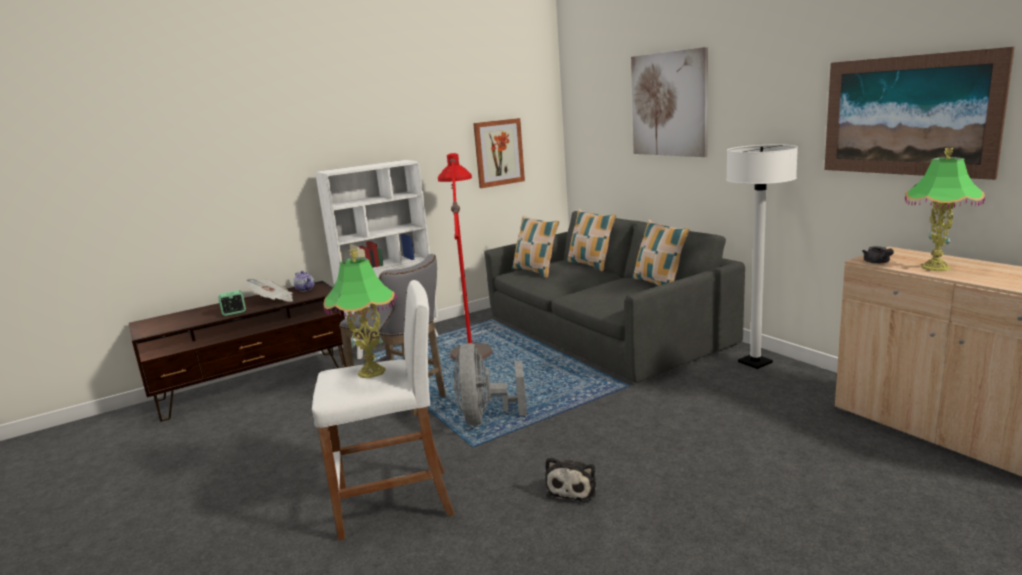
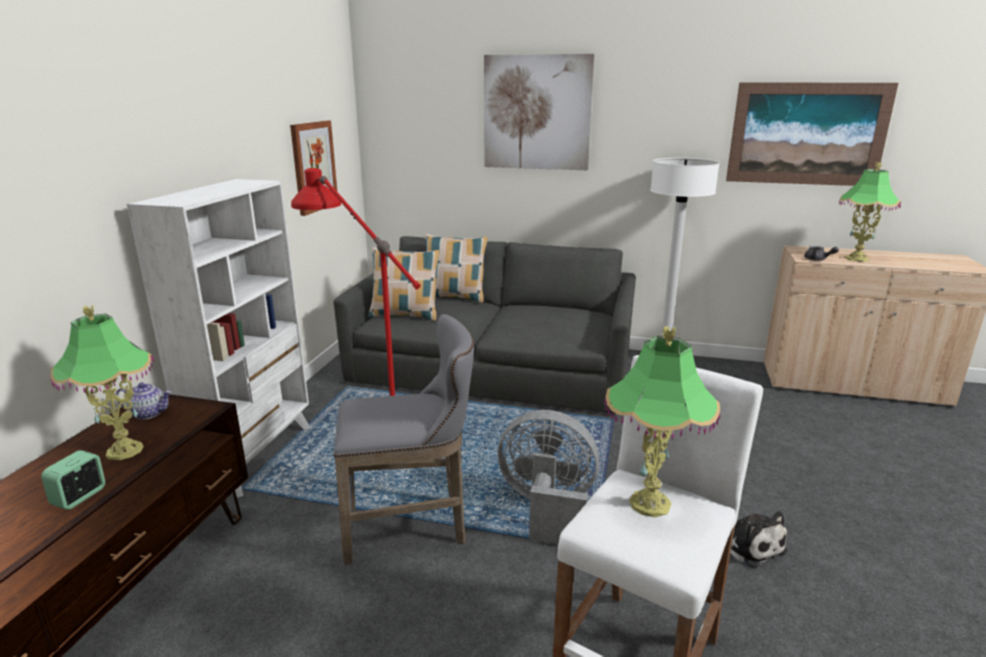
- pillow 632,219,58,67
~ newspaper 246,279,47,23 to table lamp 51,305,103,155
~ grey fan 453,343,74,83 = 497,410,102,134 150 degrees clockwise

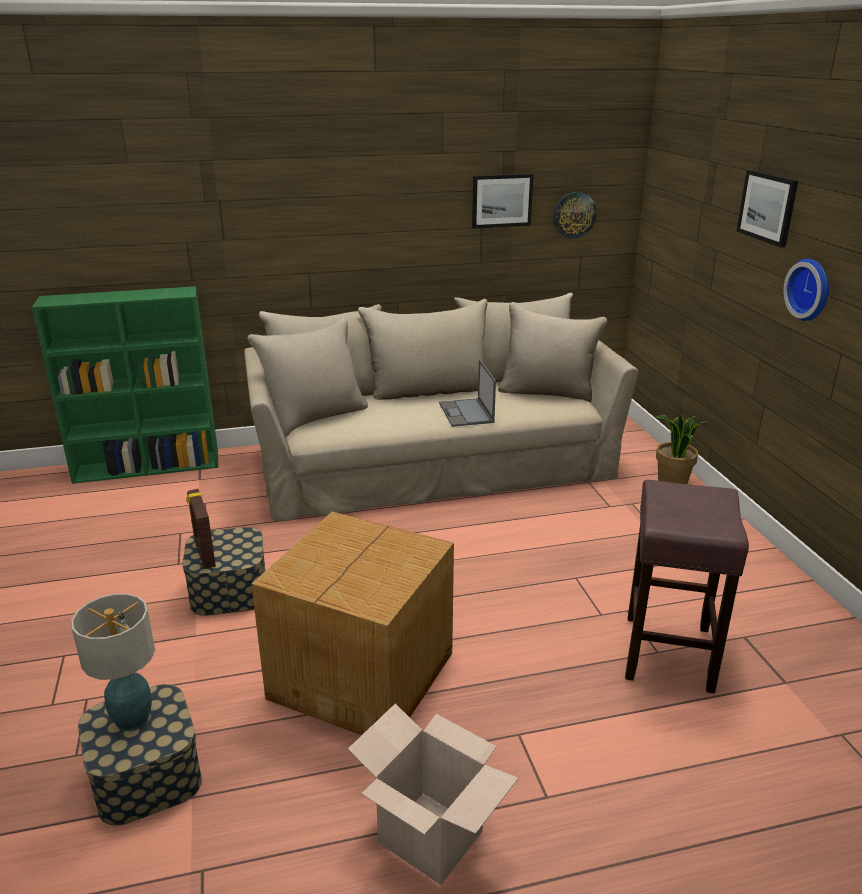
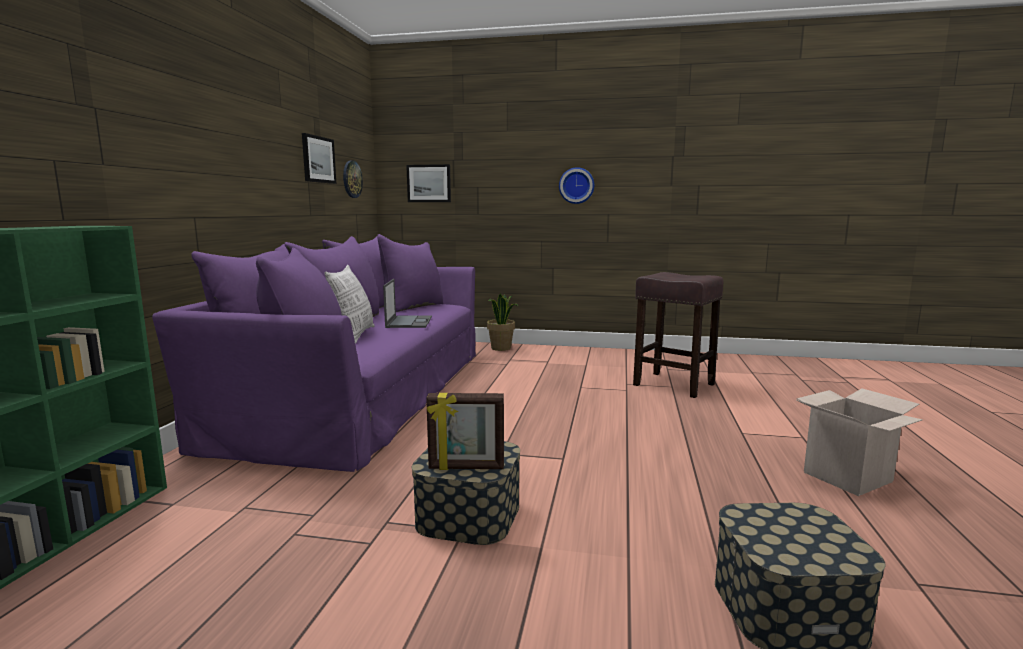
~ picture 736,170,62,77 to 406,164,45,38
~ beige sofa 244,293,394,228 to purple sofa 152,234,324,238
~ laptop 439,360,57,67 = 383,279,49,49 105 degrees counterclockwise
- cardboard box 251,512,203,223
- table lamp 71,594,84,137
+ pillow 324,265,50,79

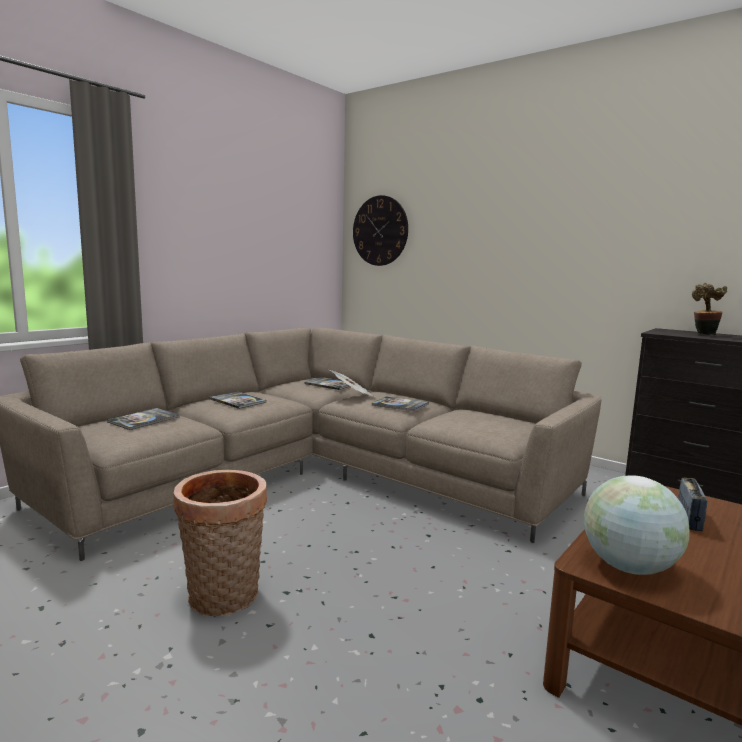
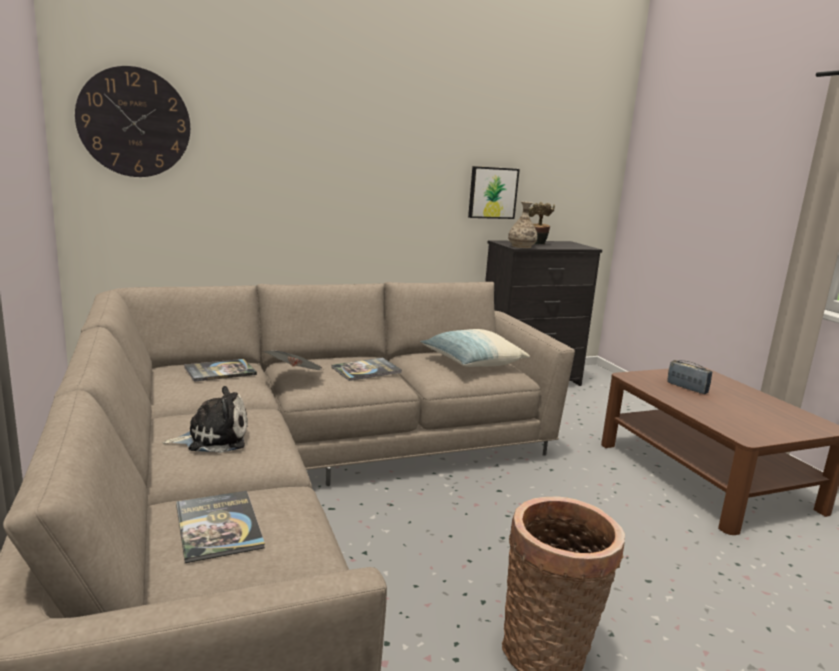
~ book 209,392,57,17 to plush toy 162,386,86,67
- globe 584,475,106,100
+ picture 468,166,52,53
+ vase 508,202,30,46
+ pillow 420,329,110,38

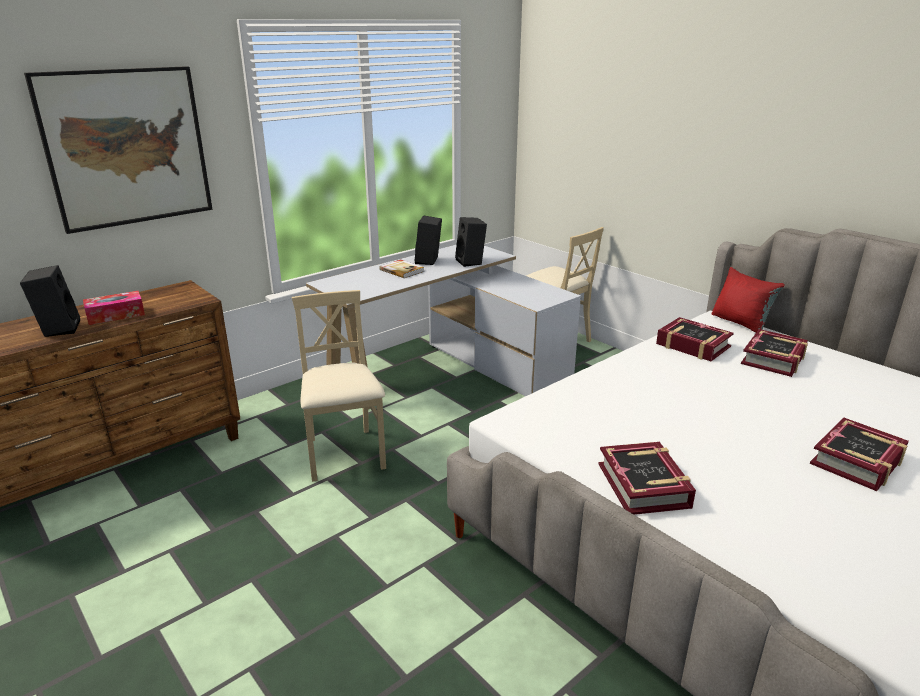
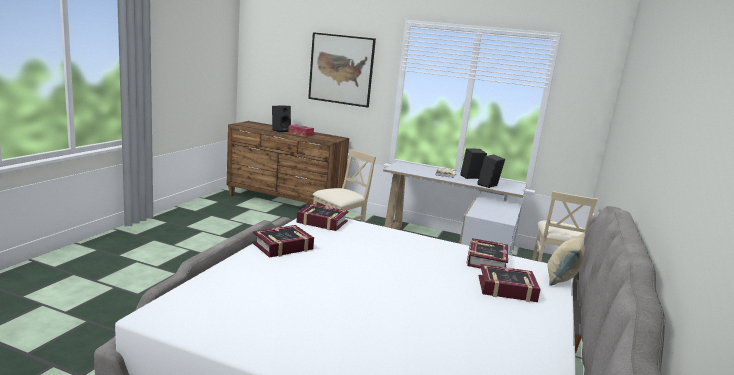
~ red pillow 711,267,74,66 to beige pillow 548,233,38,53
~ book 810,417,99,74 to 297,204,52,27

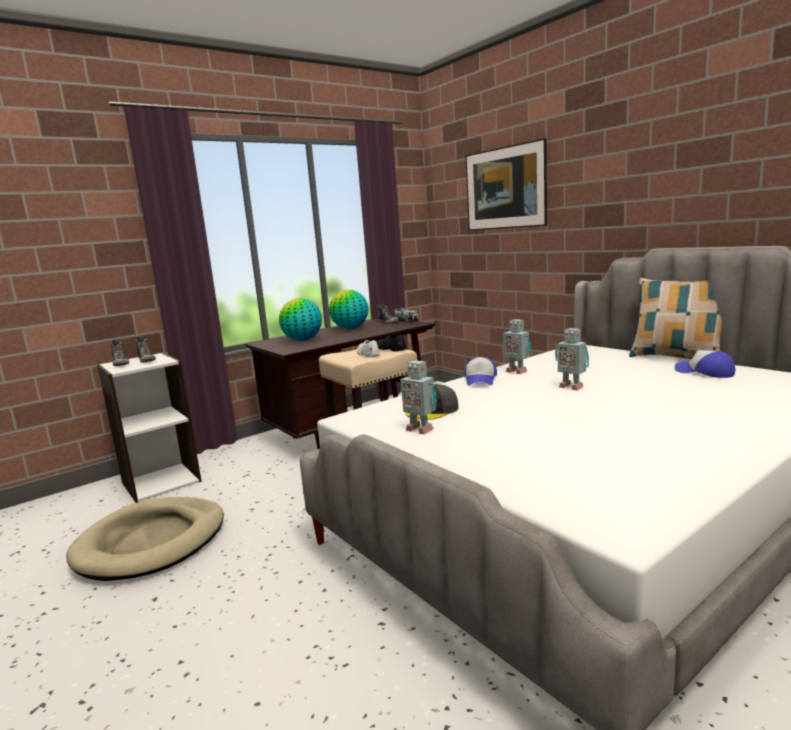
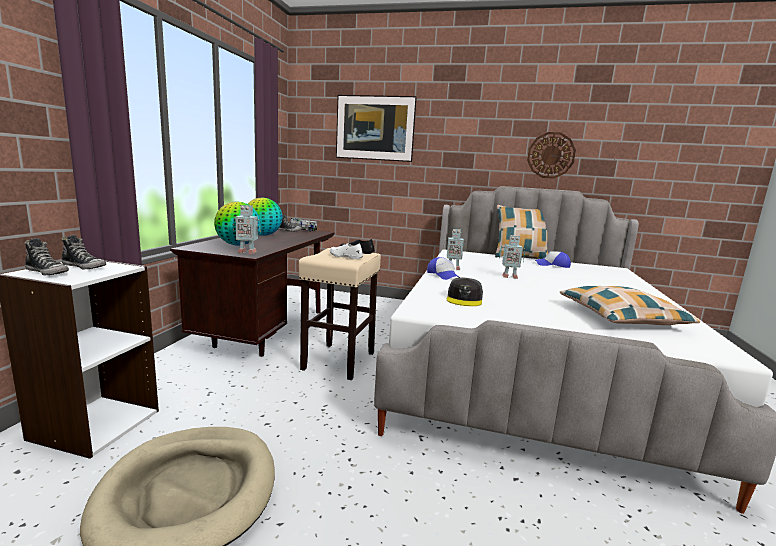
~ toy robot 400,360,37,74 to 233,205,28,49
+ wall clock 527,132,49,47
+ pillow 560,286,140,39

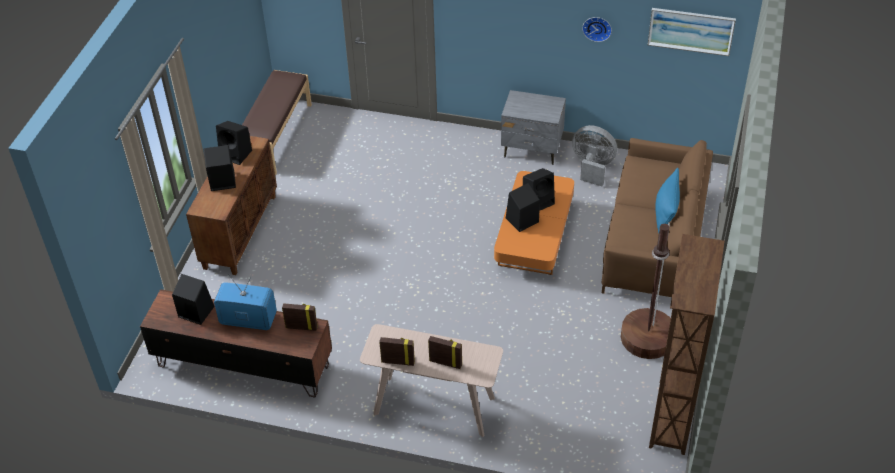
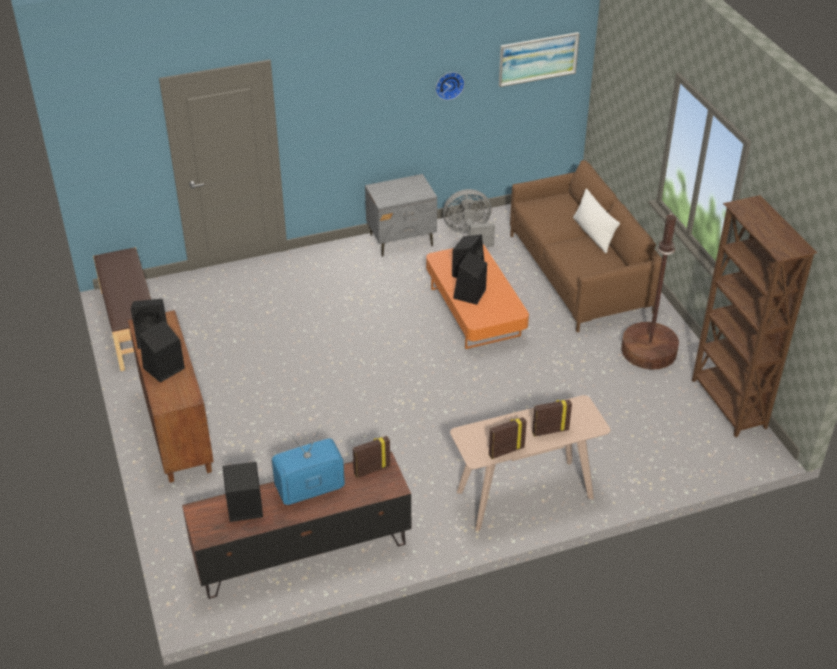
~ blue pillow 655,168,25,65 to white pillow 573,188,47,65

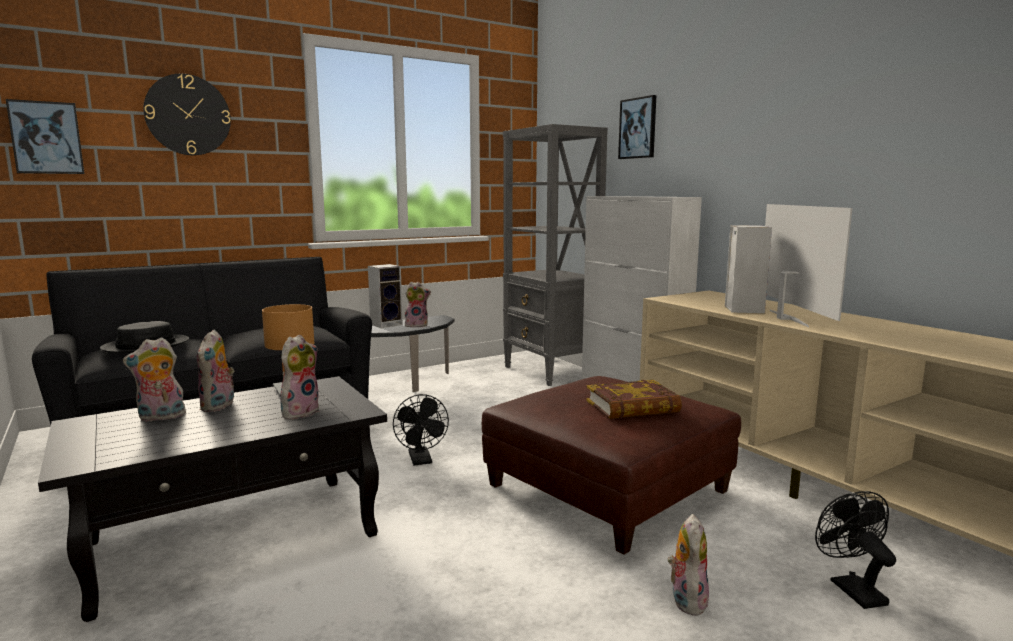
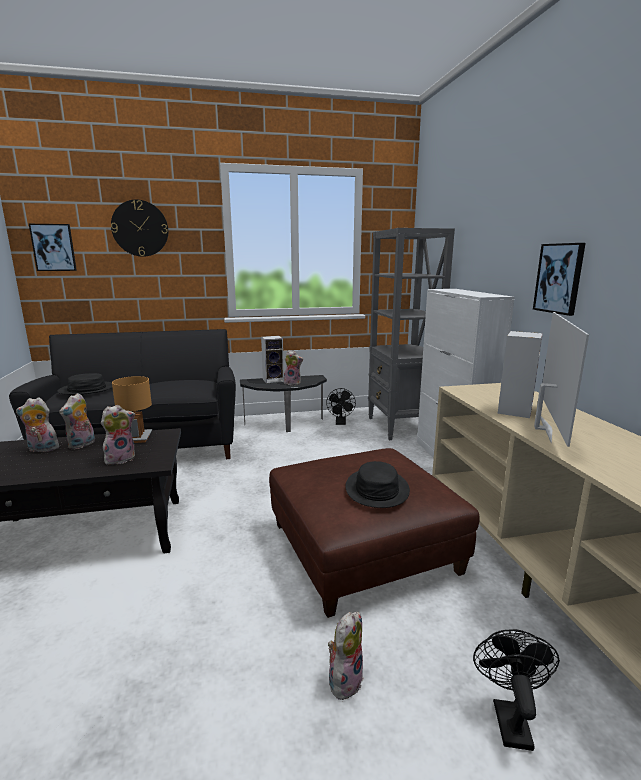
~ picture 618,95,38,64 to 533,243,53,73
~ book 586,380,96,39 to black hat 346,461,64,47
~ black fan 393,394,56,72 to 326,388,30,37

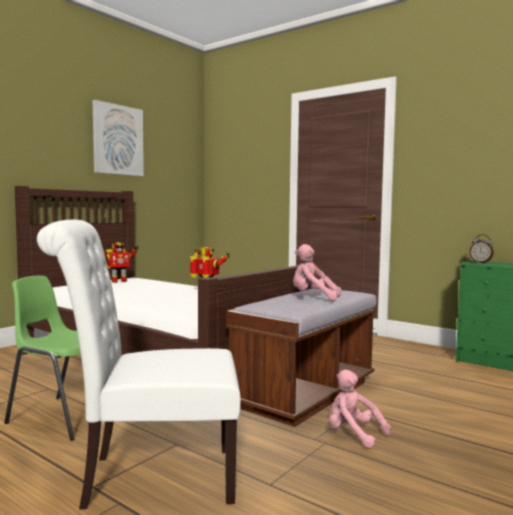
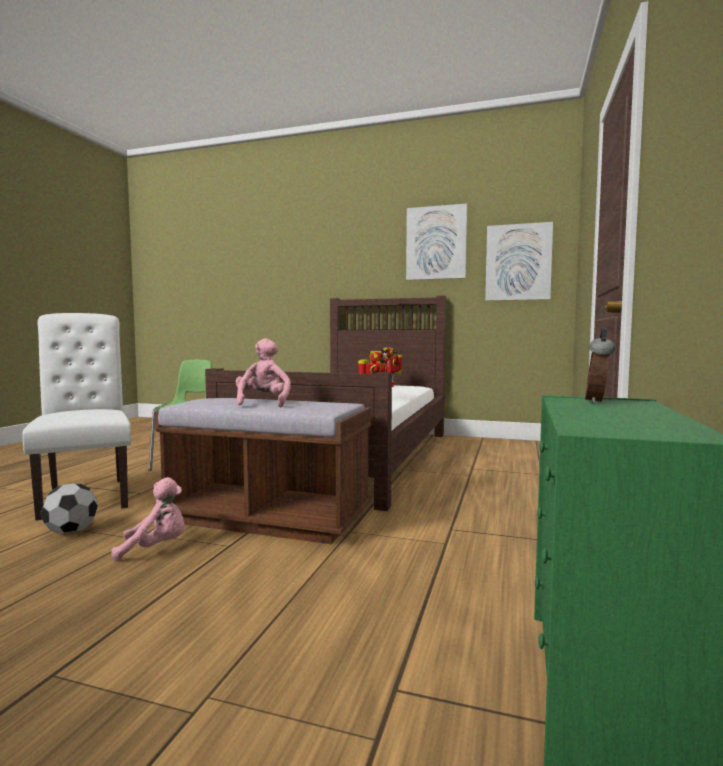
~ pink plush toy 329,370,62,78 = 111,477,74,84 60 degrees clockwise
+ picture 485,222,68,79
+ football 41,484,57,50

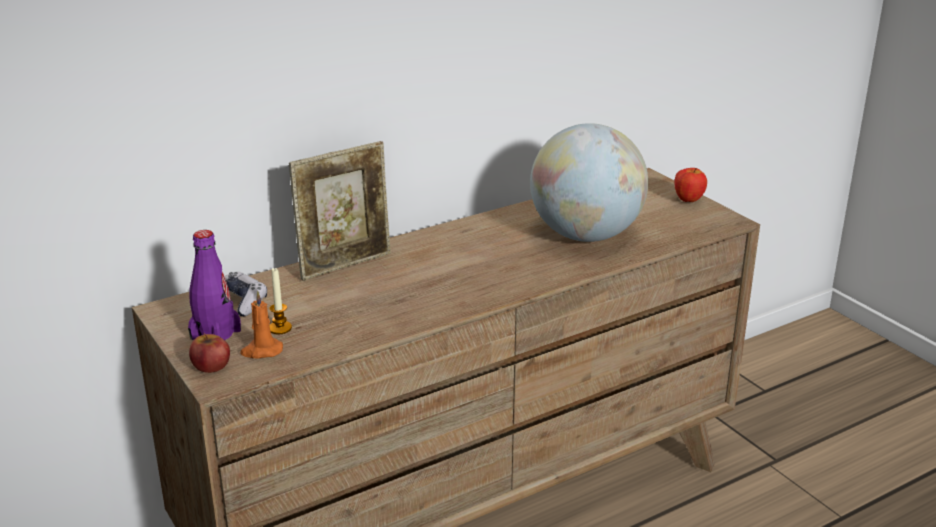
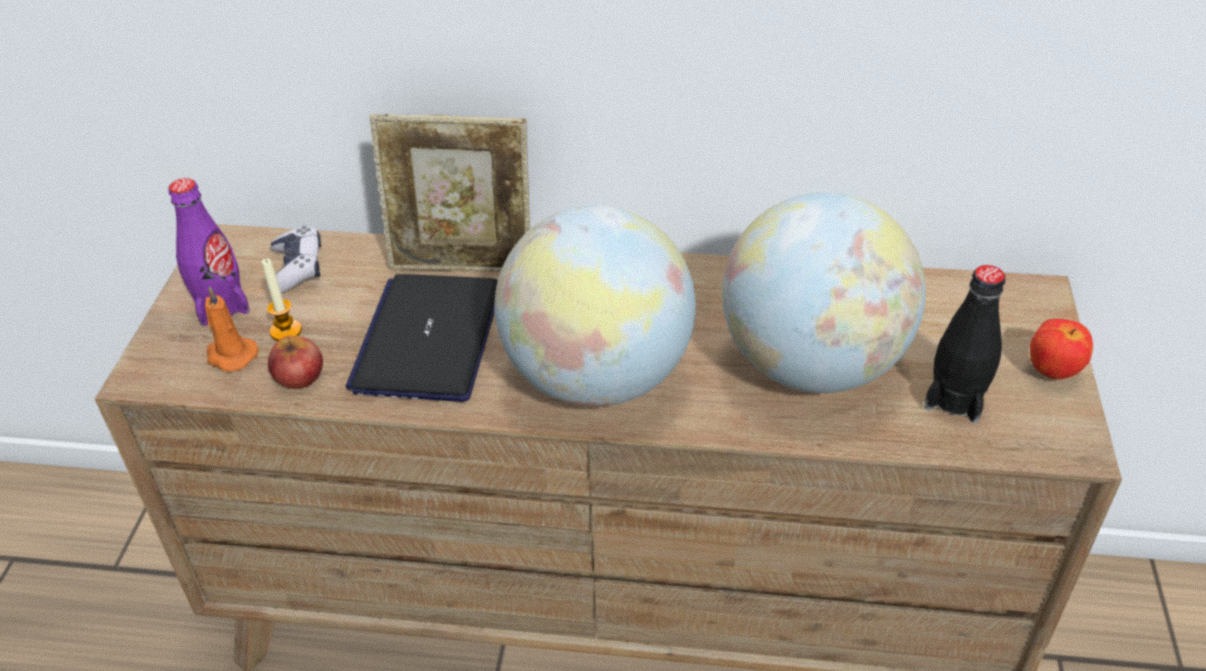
~ apple 189,333,41,40 to 268,336,55,53
+ globe 495,205,201,202
+ black bottle 924,265,81,158
+ laptop 346,274,152,128

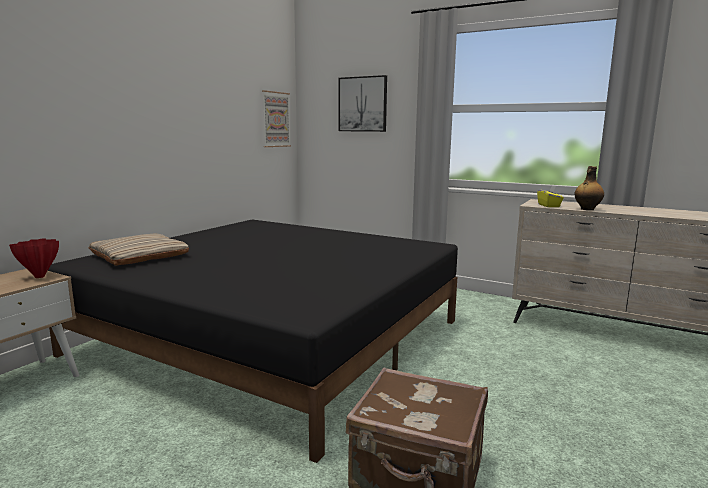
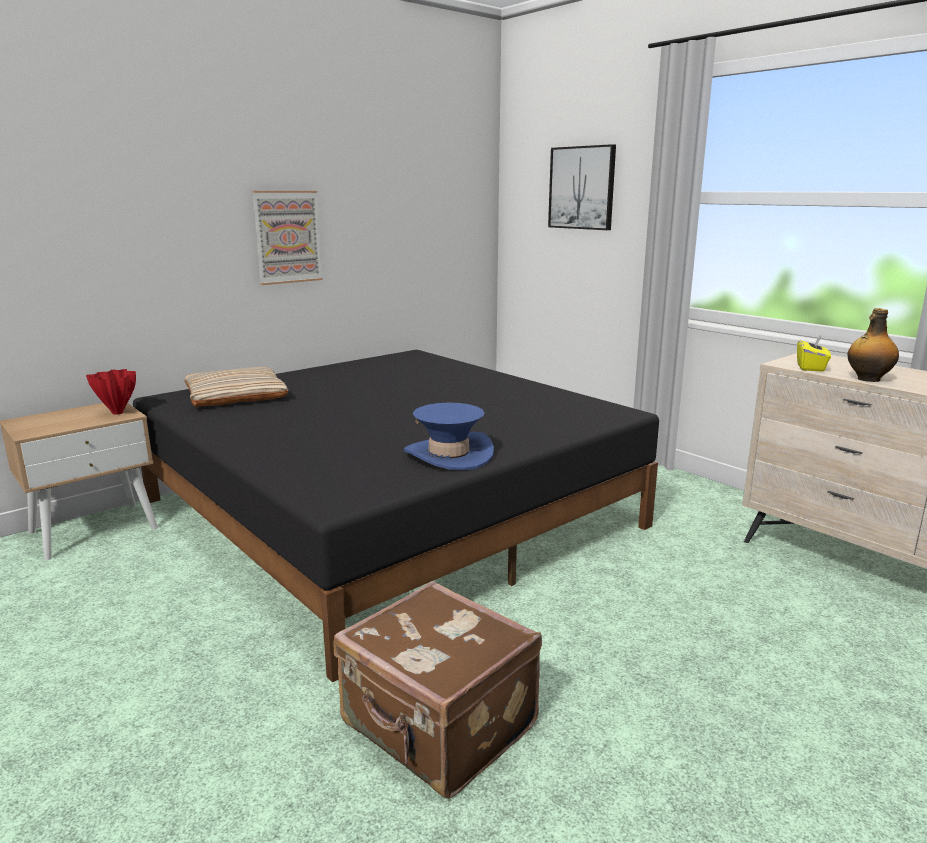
~ picture 262,90,29,57 to 252,191,71,94
+ blue hat 404,403,90,67

